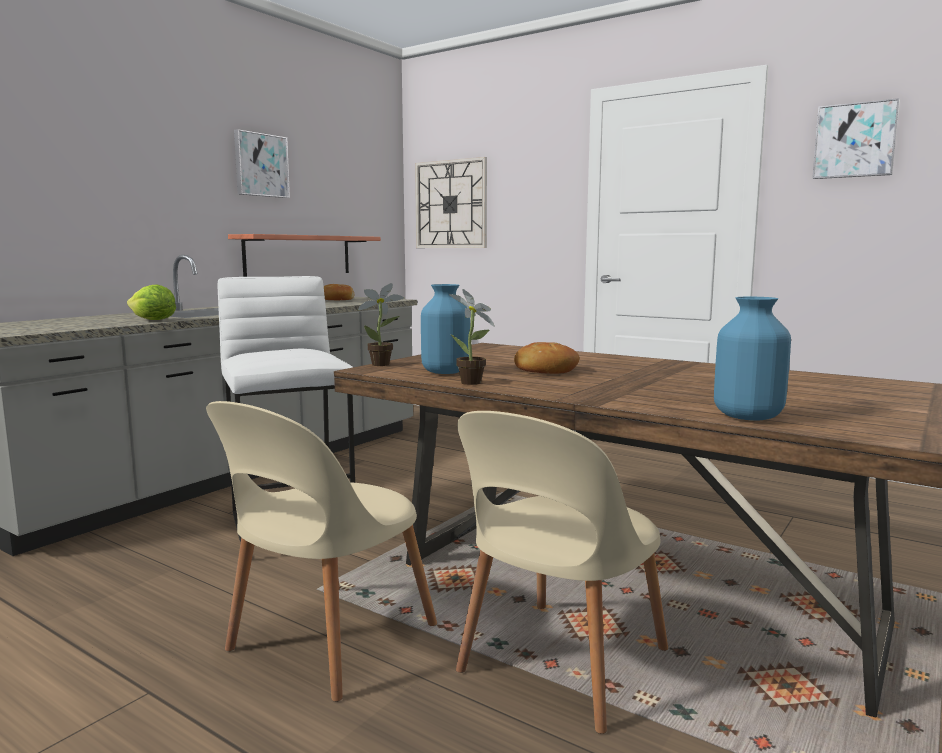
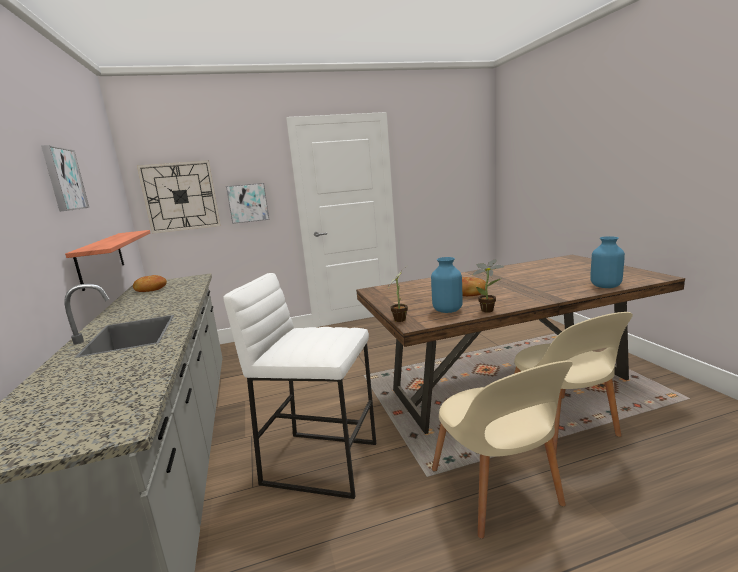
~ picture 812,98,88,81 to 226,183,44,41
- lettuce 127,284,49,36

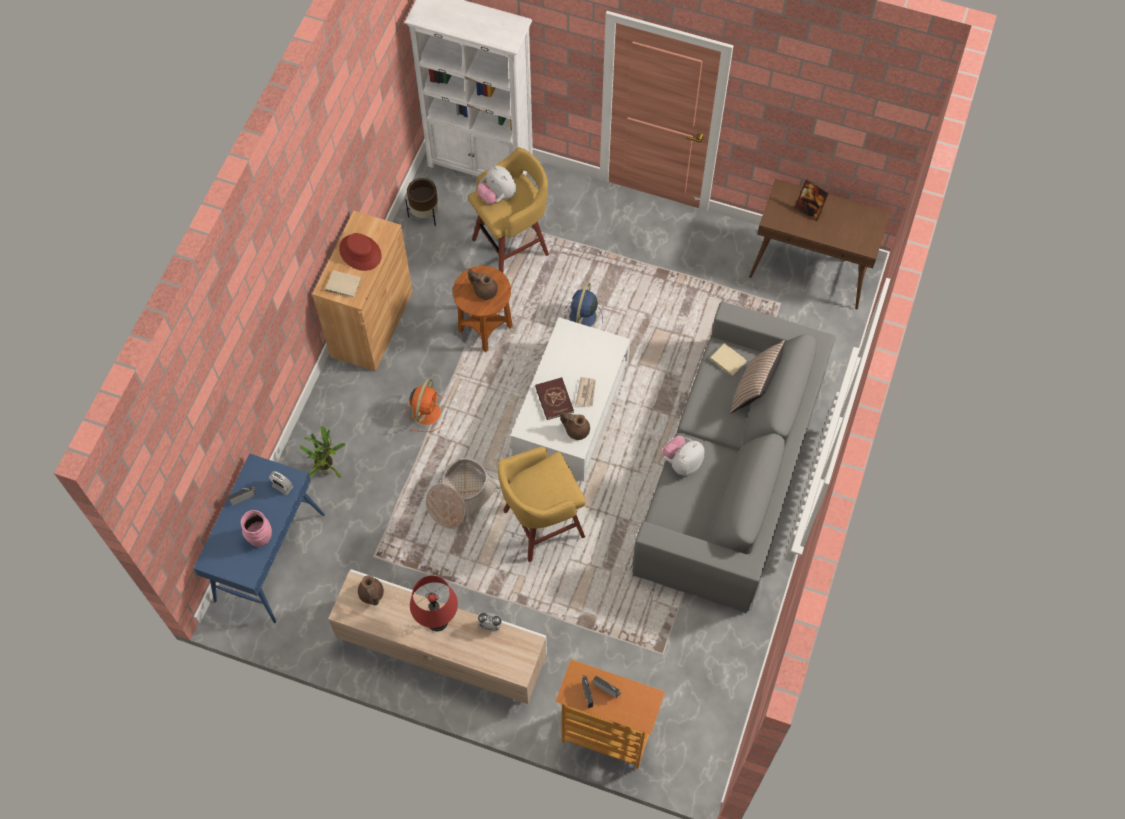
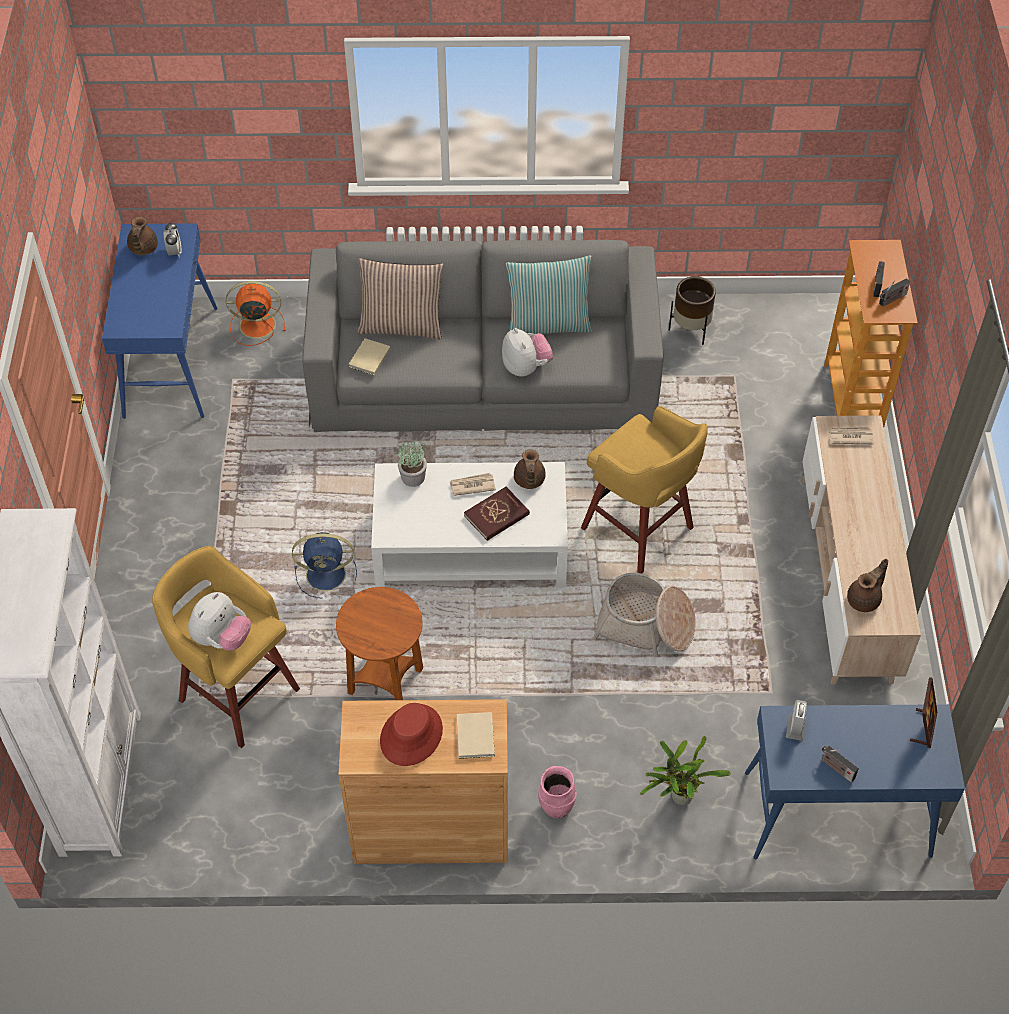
~ brown planter 405,178,34,48 to 669,276,47,69
~ brown console table 749,179,141,130 to blue console table 102,223,116,196
~ picture frame 795,179,34,43 to 910,677,27,71
~ brown teapot 468,269,30,31 to 127,217,31,38
~ orange fan 406,378,40,54 to 226,281,60,65
~ plush toy 662,436,43,40 = 502,328,51,48 135 degrees counterclockwise
~ pink vase 241,510,31,37 to 538,766,39,52
- red table lamp 410,576,48,55
~ alarm clock 478,613,24,19 to 164,222,18,34
+ pillow 506,255,86,79
+ newspaper 828,427,46,17
+ potted plant 398,441,29,46

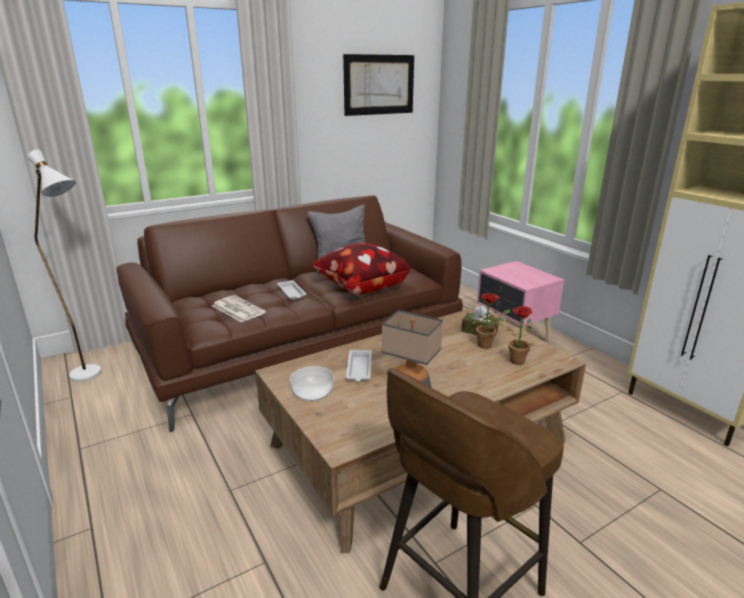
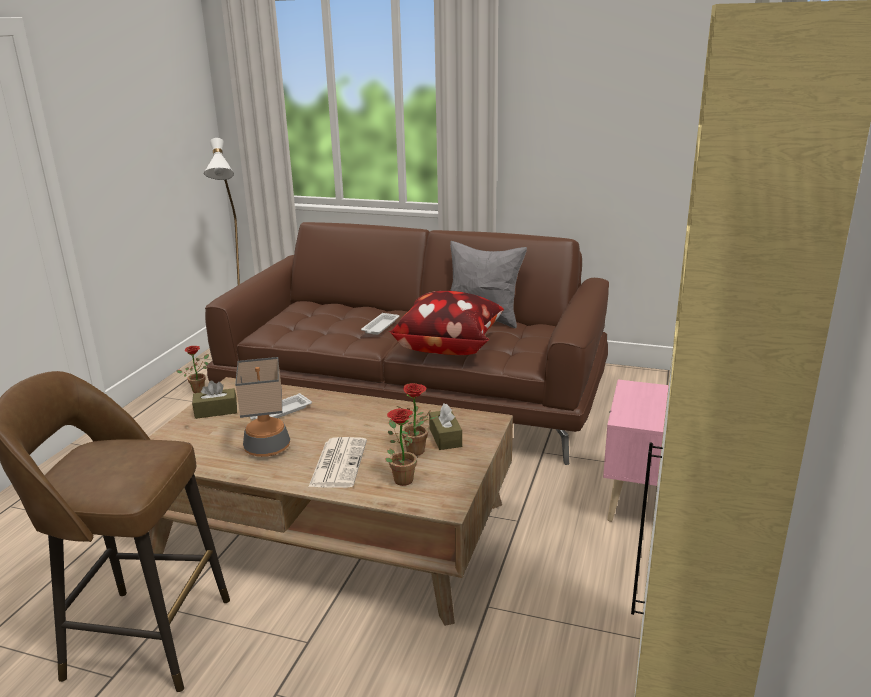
- picture 343,54,71,62
~ newspaper 212,295,54,27 to 309,437,58,51
~ bowl 290,366,44,36 to brown tissue box 192,380,45,39
+ potted plant 176,346,33,47

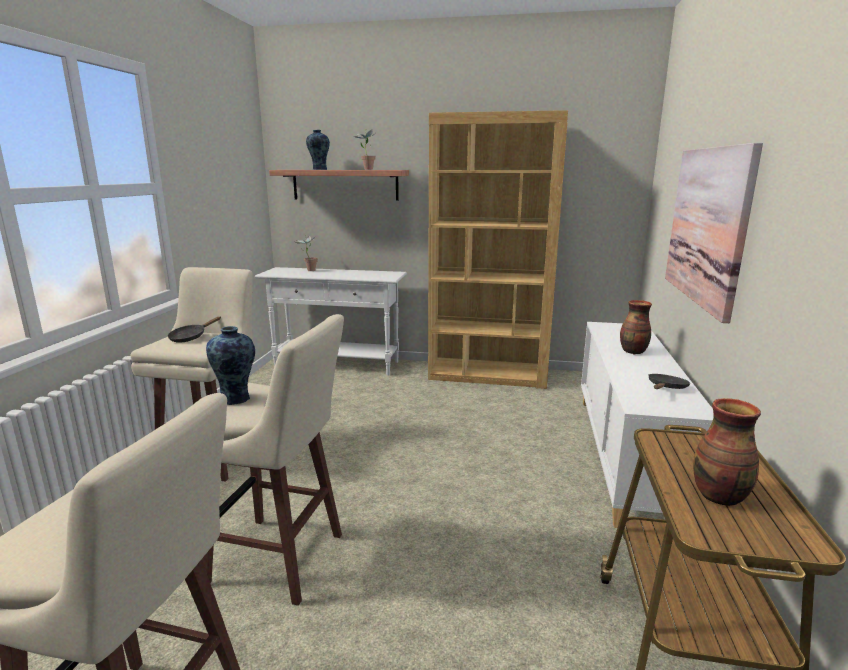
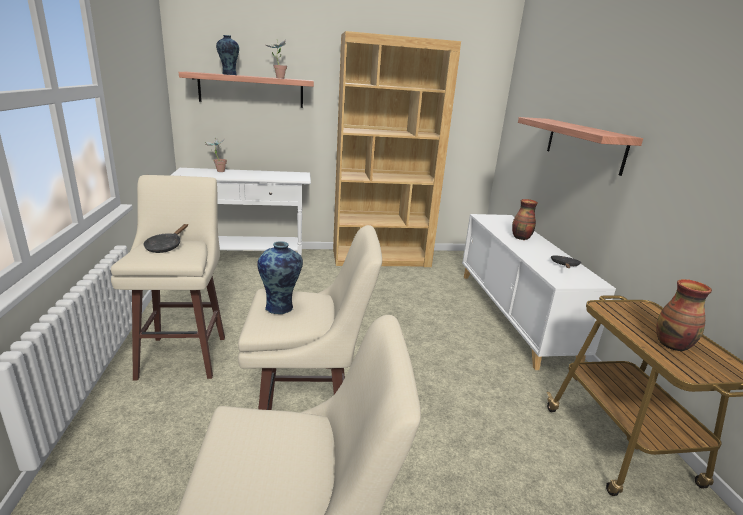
~ picture 665,143,98,180 to shelf 518,117,125,59

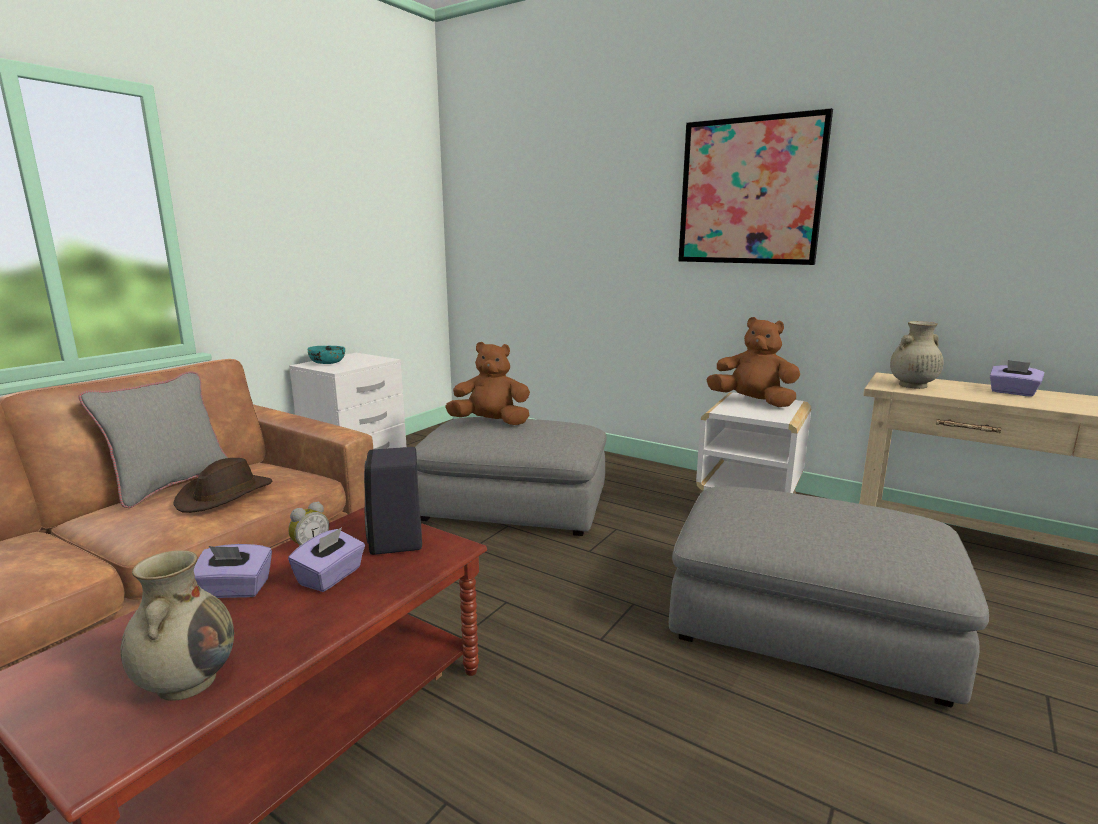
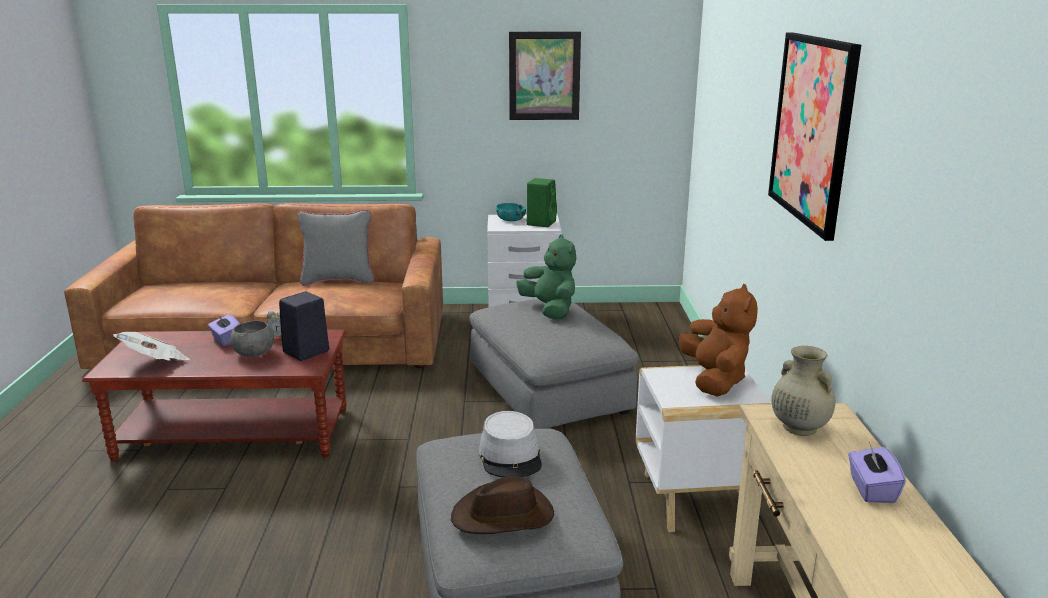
~ brown plush toy 445,342,85,83 to green plush toy 516,234,60,85
~ brown hat 173,458,99,55 to 451,476,103,58
~ purple tissue box 288,527,77,65 to grey bowl 230,321,44,36
~ beige vase 120,550,114,151 to newspaper 113,332,77,29
+ picture 509,32,72,88
+ green speaker 527,178,30,49
+ grey hat 479,411,63,67

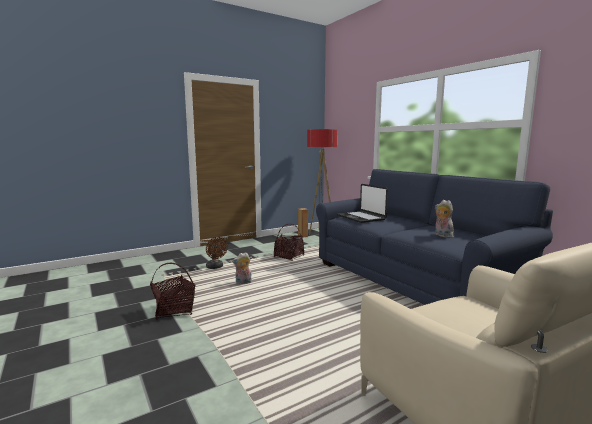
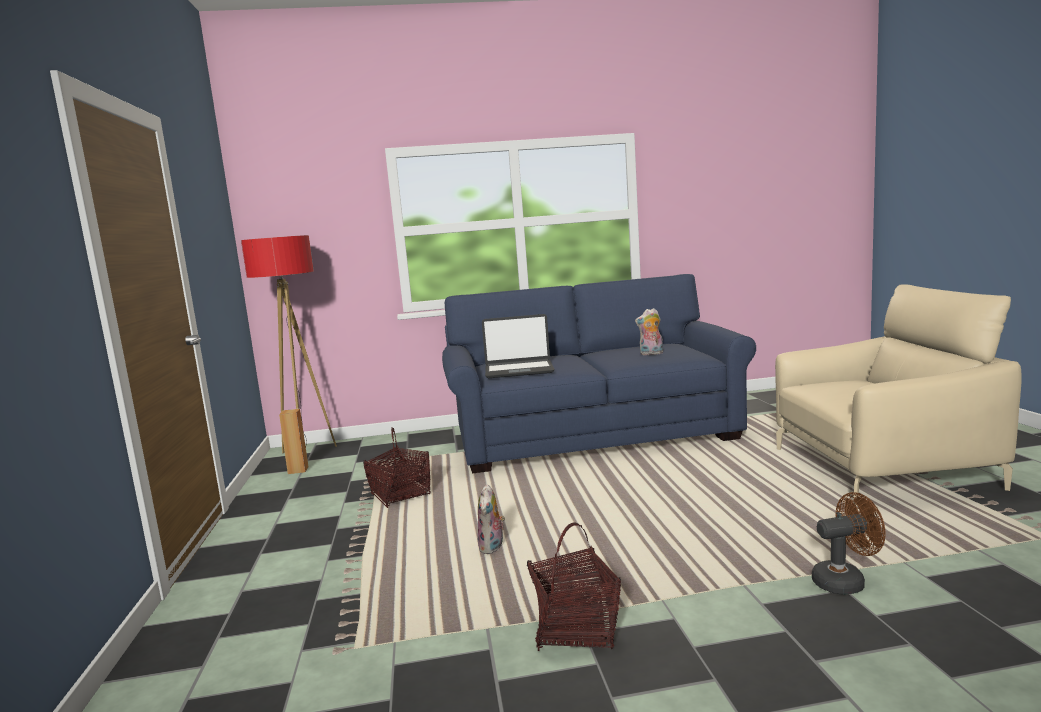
~ brown fan 206,237,22,32 to 812,492,74,103

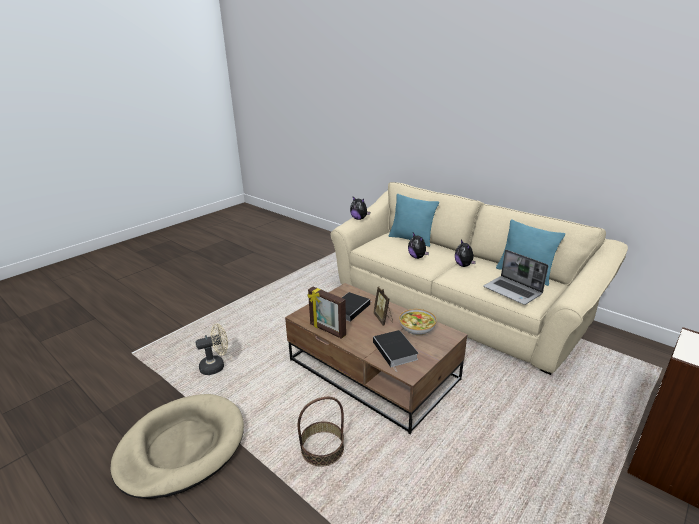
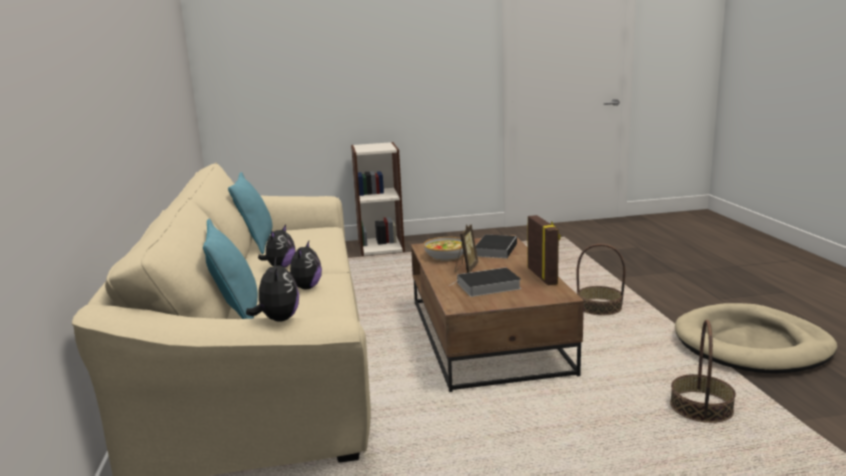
- laptop 483,250,65,55
~ beige fan 196,323,32,52 to basket 670,320,66,103

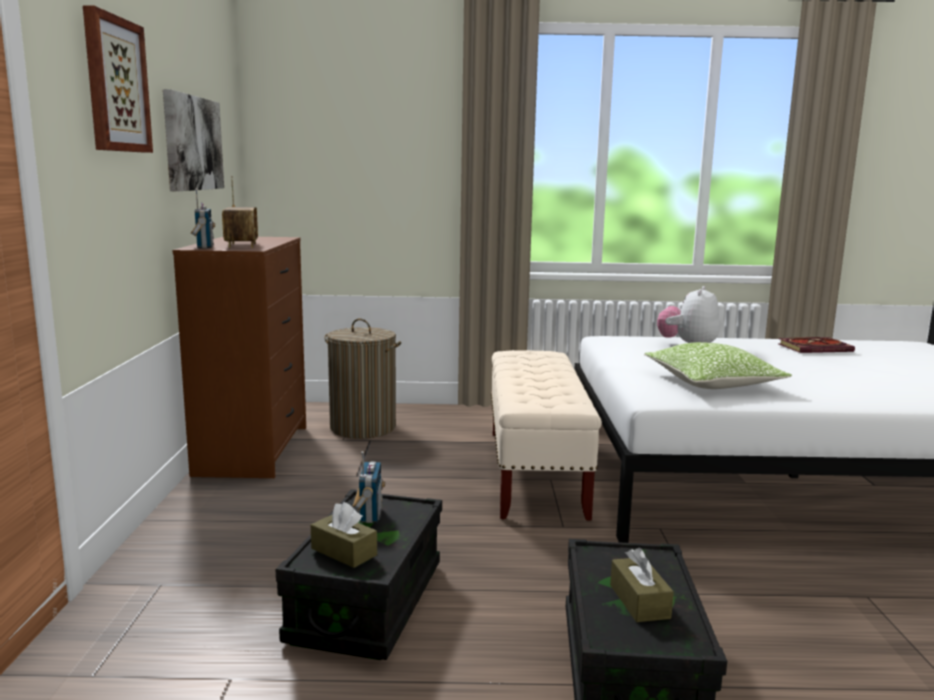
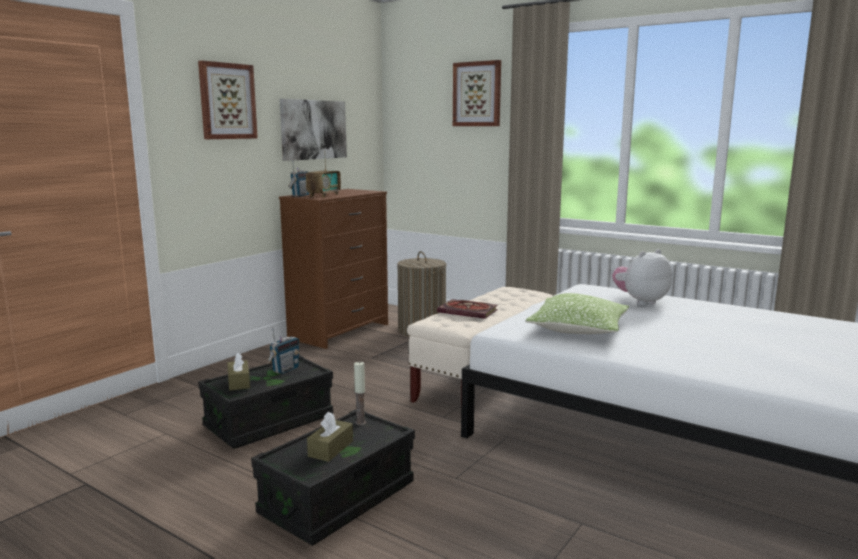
~ book 778,337,77,16 to 437,299,61,20
+ picture 453,60,48,66
+ candle 354,362,12,63

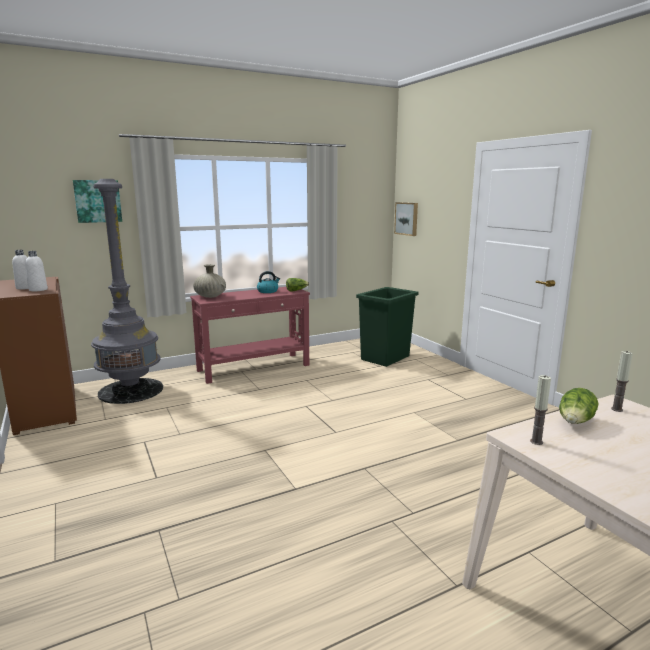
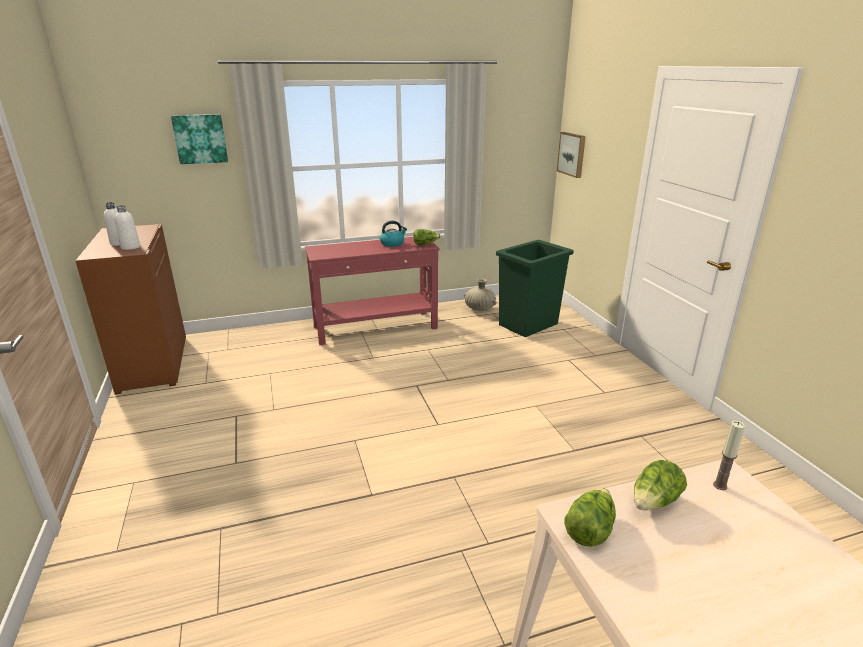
- grey floor lamp 91,179,72,225
~ beige vase 193,264,33,34 to 464,279,32,32
~ candle 530,375,21,70 to lettuce 564,488,52,59

